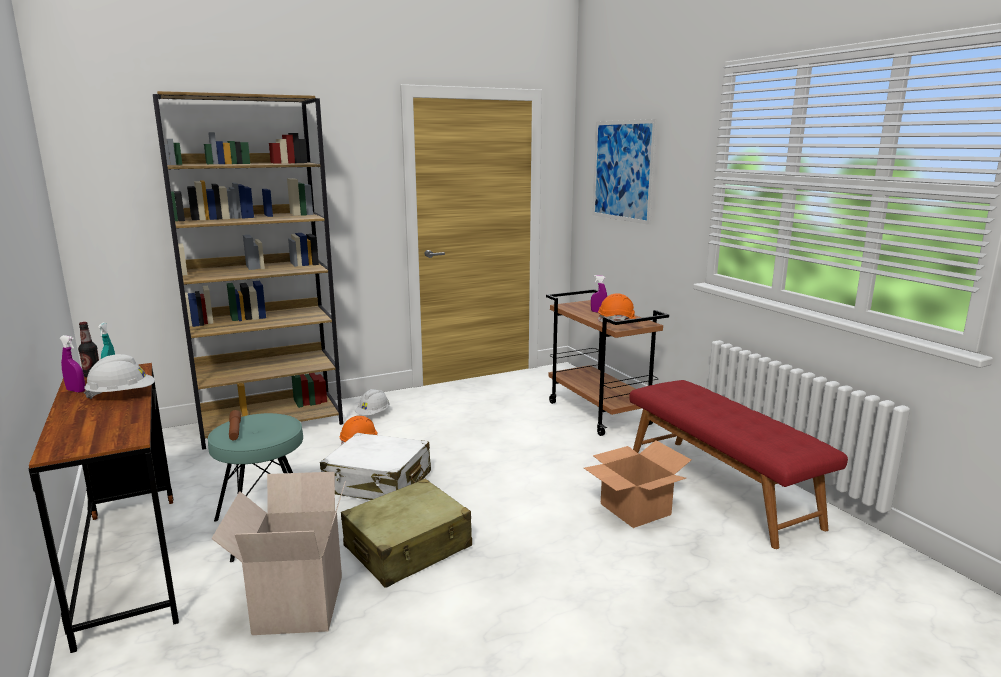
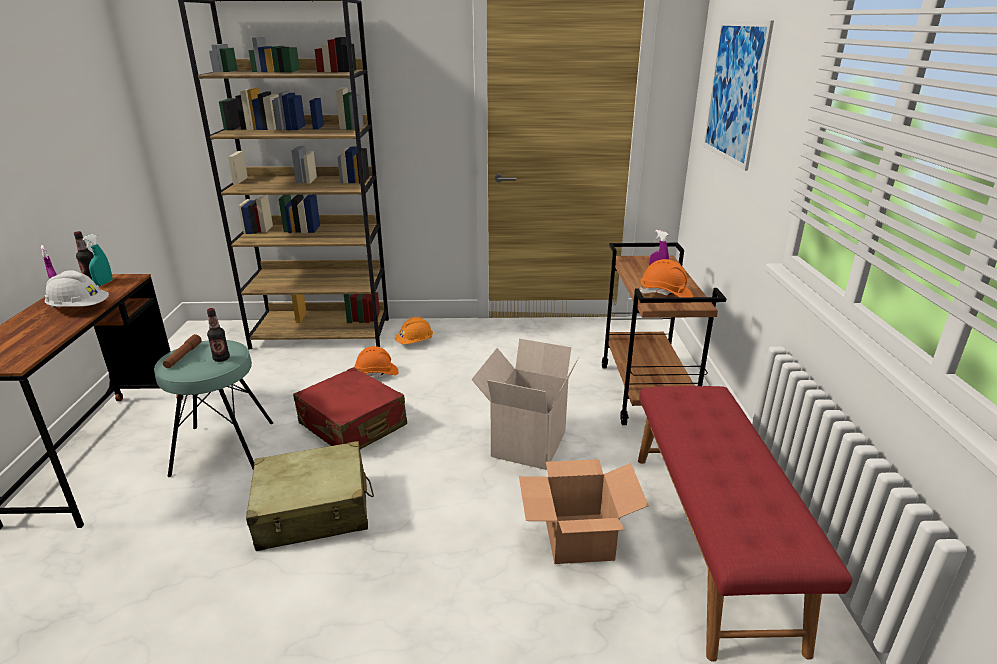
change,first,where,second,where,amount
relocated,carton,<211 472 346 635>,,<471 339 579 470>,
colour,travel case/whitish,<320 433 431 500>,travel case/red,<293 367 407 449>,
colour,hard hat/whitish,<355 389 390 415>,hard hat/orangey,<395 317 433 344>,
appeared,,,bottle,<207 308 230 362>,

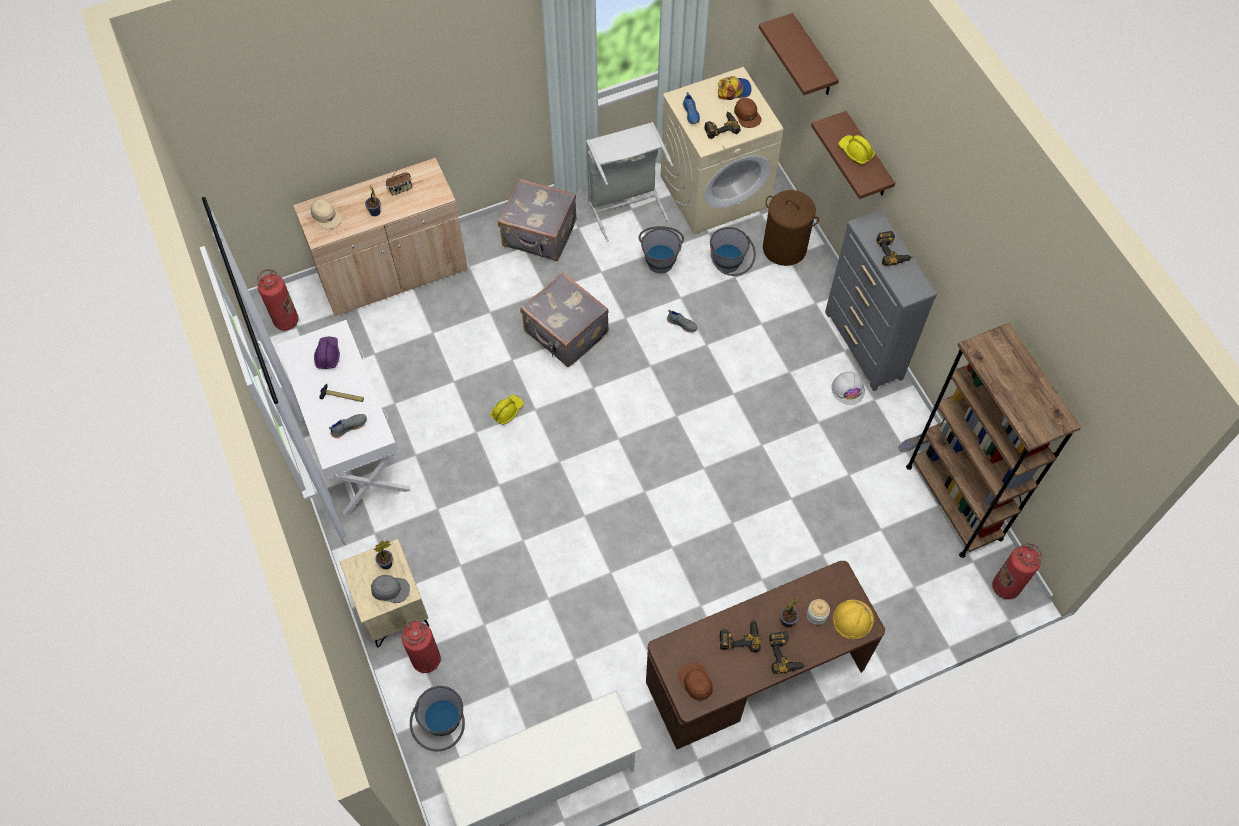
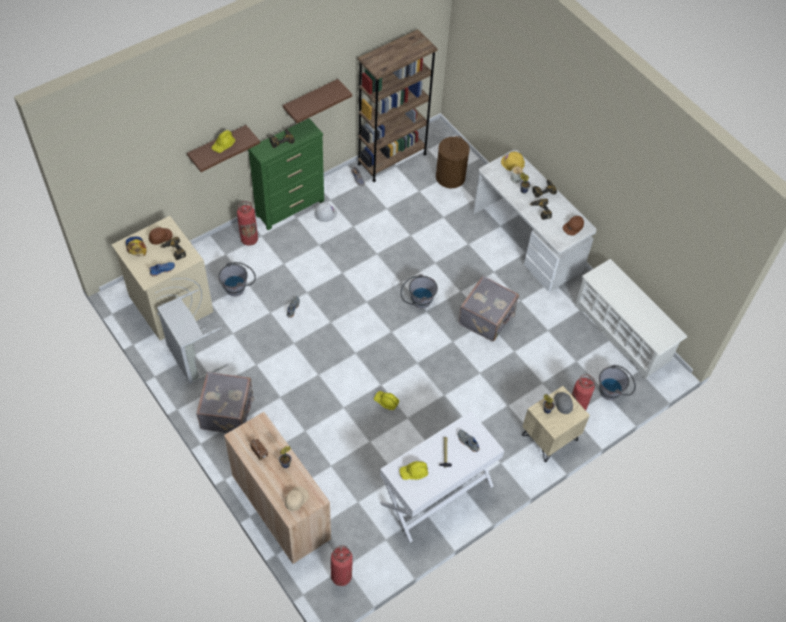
change,first,where,second,where,amount
colour,hard hat/purple,<314 337 340 369>,hard hat/yellow-coloured,<400 461 428 480>,
relocated,travel case/greyish,<520 272 609 367>,,<458 276 519 341>,
relocated,bucket/greyish,<639 226 684 274>,,<400 274 438 308>,
colour,desk table/brownish,<646 561 885 749>,desk table/whitish,<473 150 597 292>,
relocated,bracket shelf/brownish,<759 13 839 95>,,<283 79 352 123>,
relocated,washing basket/brownish,<763 190 819 266>,,<436 136 470 188>,
colour,chest of drawers/greyish,<825 210 937 391>,chest of drawers/green,<248 118 324 230>,
relocated,fire-fighting cylinder,<992 543 1042 600>,,<237 201 258 246>,

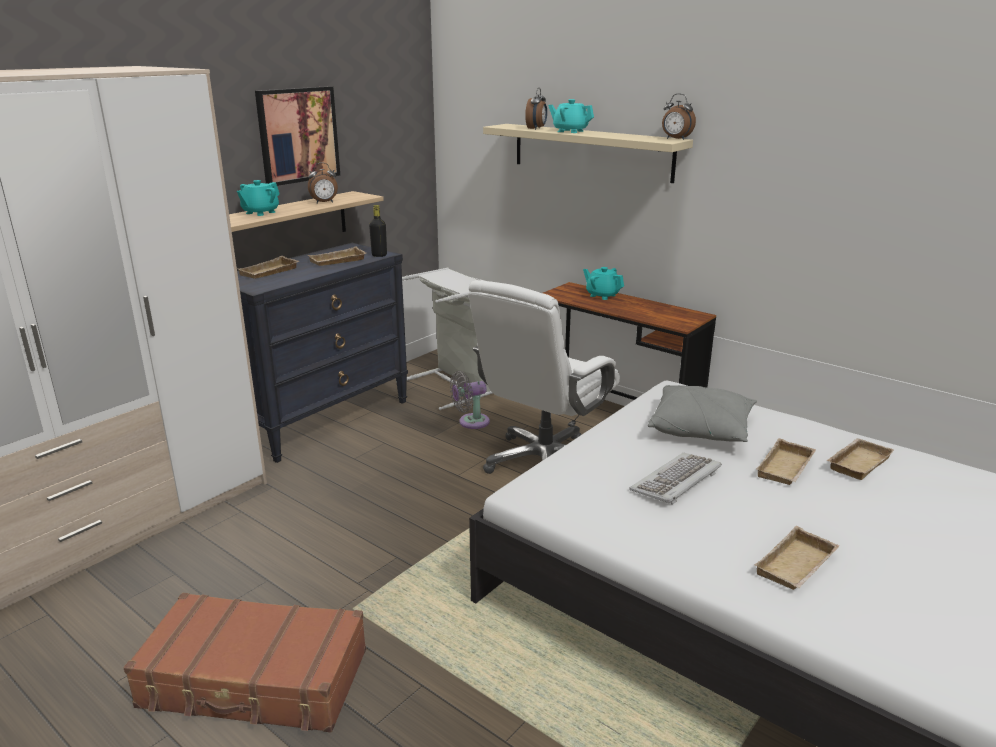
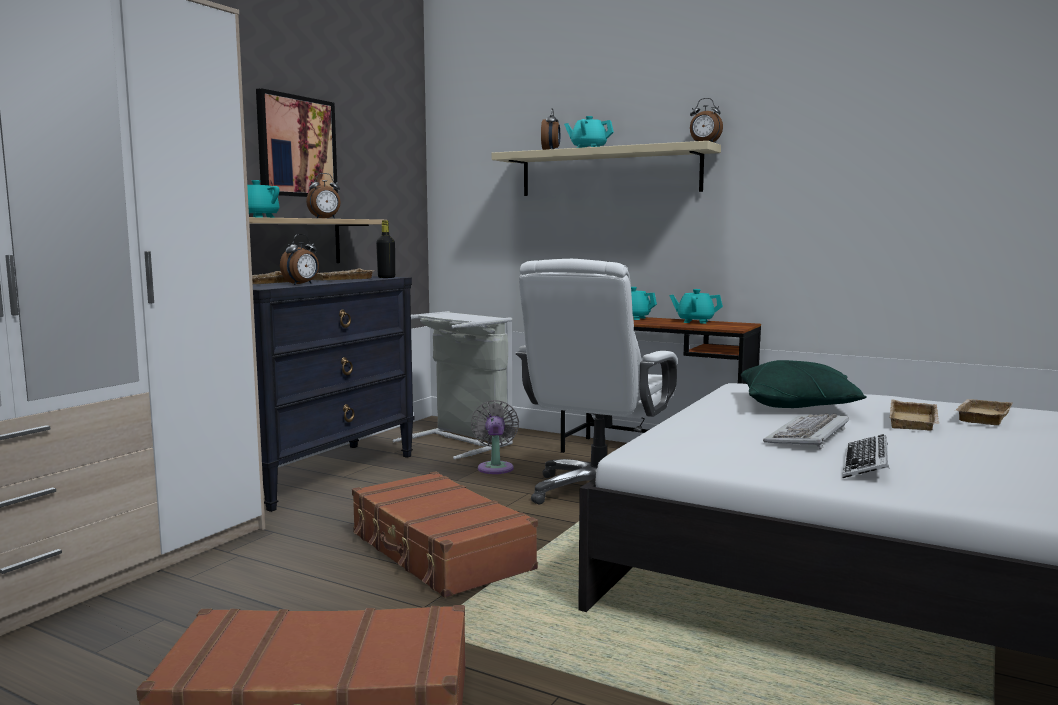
change,first,where,second,where,amount
spun,fan/greyish,<450 371 490 429>,,<471 400 519 474>,120 degrees clockwise
colour,pillow/greyish,<648 385 757 442>,pillow/green,<741 360 867 408>,
missing,tray/beige-coloured,<755 526 839 590>,,,
appeared,,,bedside clock,<280 234 319 285>,
appeared,,,travel case/brownish,<352 471 538 598>,
appeared,,,tea pot/turquoise,<669 289 723 323>,
appeared,,,PC keyboard,<842 434 890 478>,

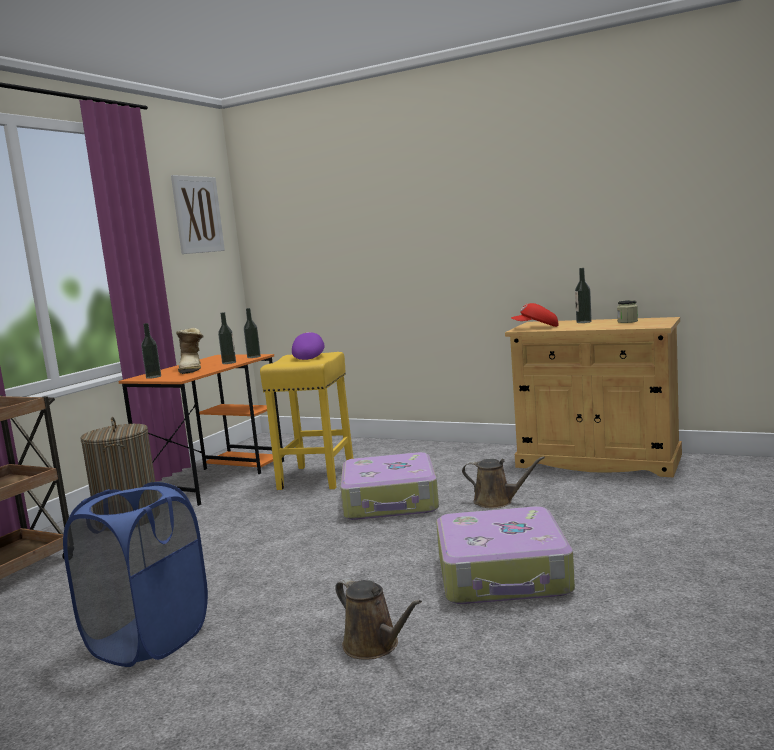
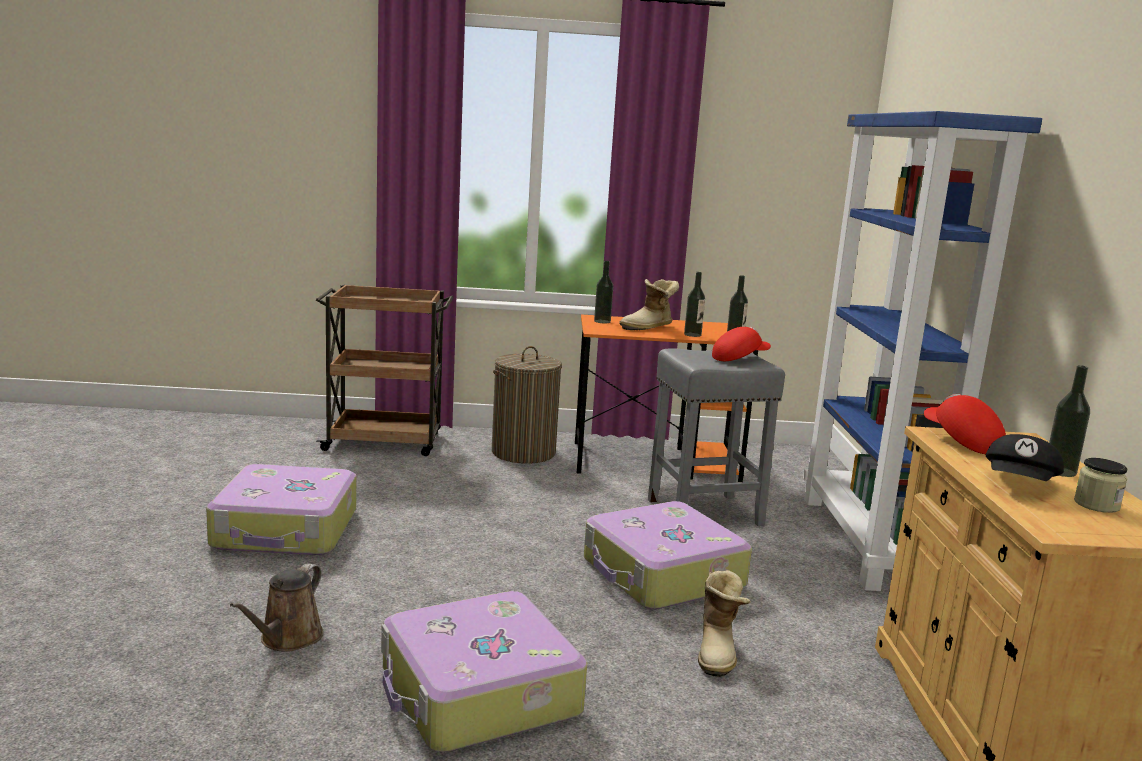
change,first,where,second,where,amount
exchanged,washing basket/blue-coloured,<63 482 208 667>,travel case,<206 464 356 555>,
missing,picture,<171 175 225 254>,,,
colour,stool/yellow-coloured,<260 352 353 490>,stool/greyish,<648 348 785 527>,
colour,peaked cap/purple,<292 332 325 360>,peaked cap/red,<712 327 771 361>,
exchanged,sprinkling can/brownish,<462 456 545 508>,tall boot,<698 570 751 677>,
appeared,,,shelving unit/blue-coloured,<803 111 1042 591>,
appeared,,,peaked cap/black-coloured,<986 434 1064 481>,

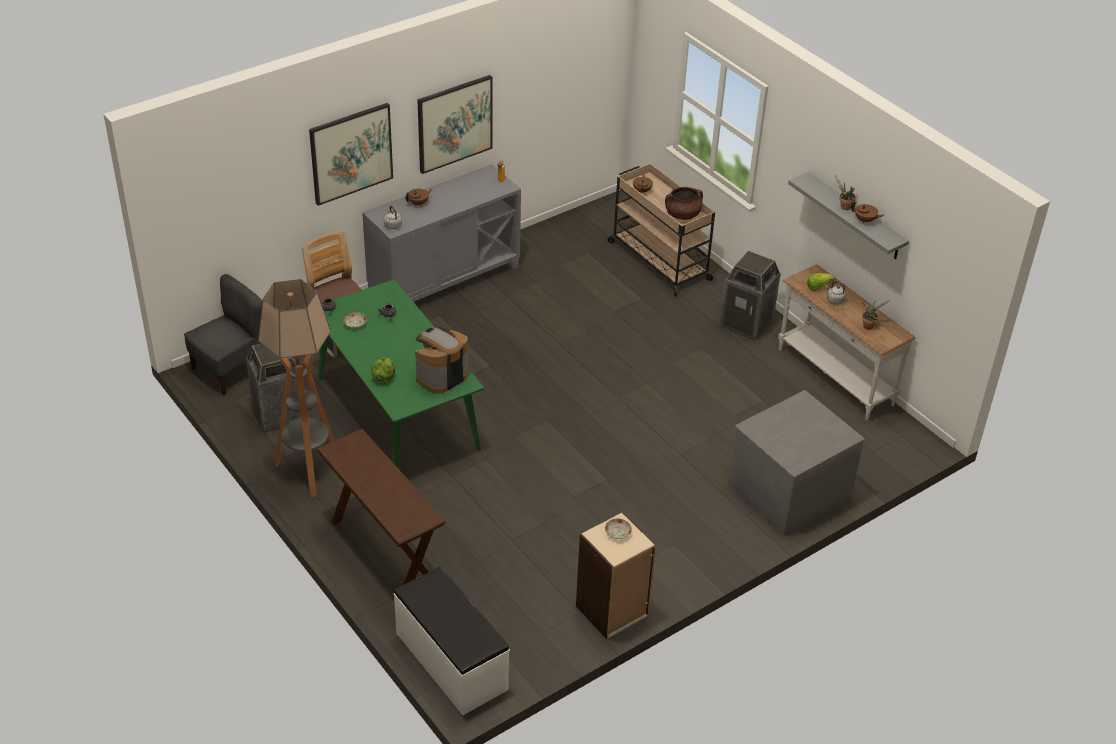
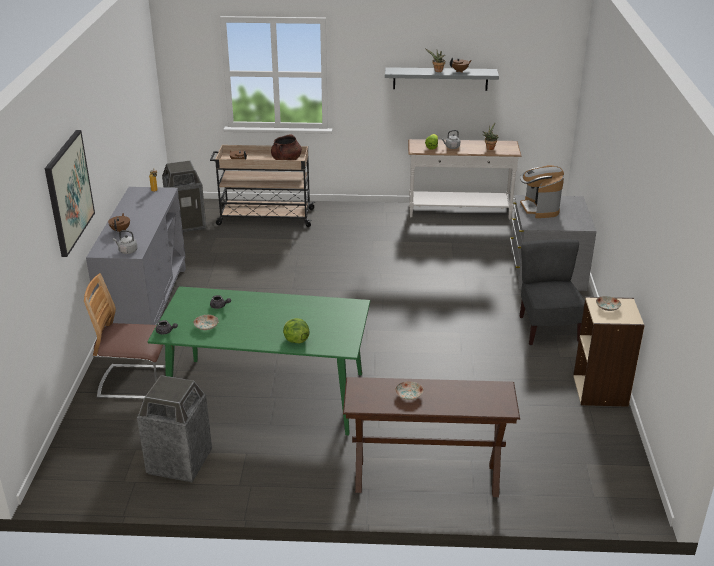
change,first,where,second,where,amount
relocated,plain chair/greyish,<184 274 263 395>,,<519 239 585 345>,
missing,standard lamp,<258 279 334 497>,,,
missing,indoor bench/whitish,<394 567 510 715>,,,
relocated,coffee machine,<415 327 468 394>,,<520 165 564 218>,
missing,picture,<417 75 493 174>,,,
relocated,trash can,<719 251 781 340>,,<162 160 206 232>,
appeared,,,flat dish,<395 381 423 400>,

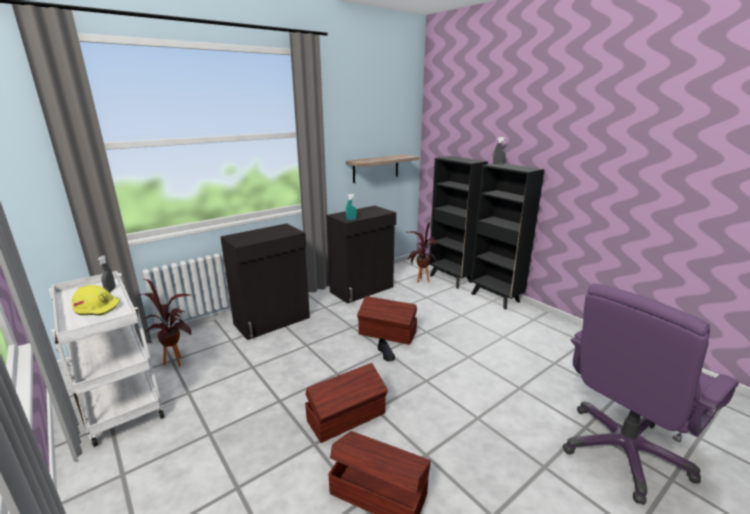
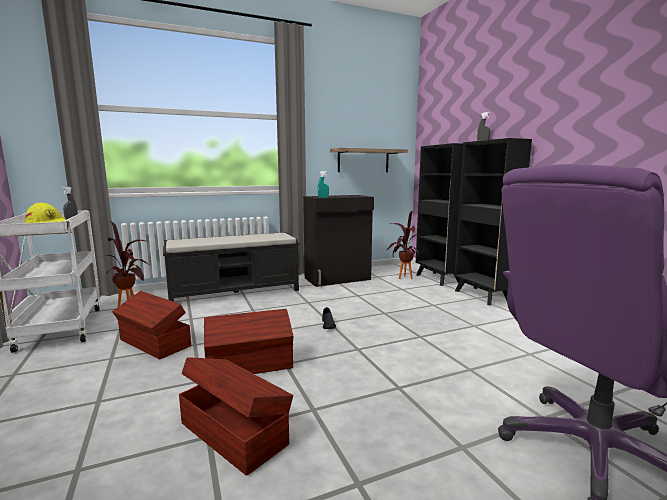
change,first,where,second,where,amount
exchanged,cupboard/black-coloured,<220 223 310 340>,indoor bench/black-coloured,<163 232 299 302>,
relocated,storage container/brownish,<357 296 417 345>,,<112 291 191 359>,

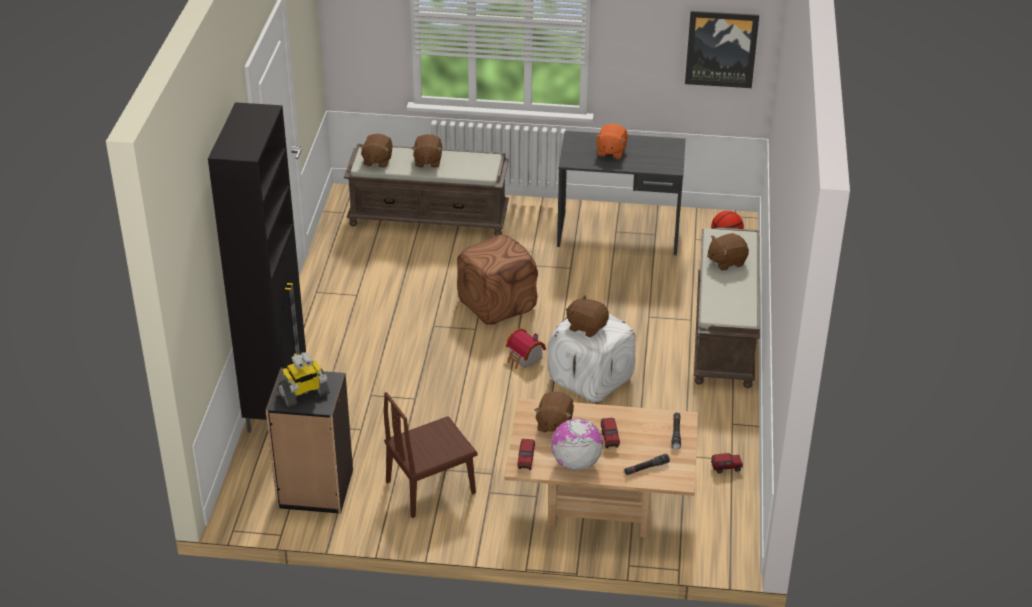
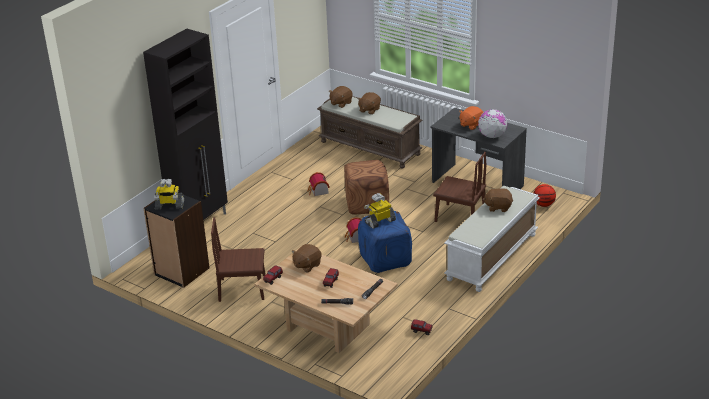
change,first,where,second,where,amount
colour,pouffe/whitish,<548 314 636 402>,pouffe/blue-coloured,<358 211 412 273>,
relocated,desk globe,<551 418 603 471>,,<478 109 507 138>,
exchanged,plush toy/brownish,<566 295 609 337>,model robot,<364 193 396 229>,
missing,picture,<685 11 759 88>,,,
colour,indoor bench/brownish,<694 227 760 388>,indoor bench/whitish,<444 186 540 292>,
appeared,,,toy house,<308 172 330 196>,
appeared,,,plain chair/brownish,<433 152 486 222>,

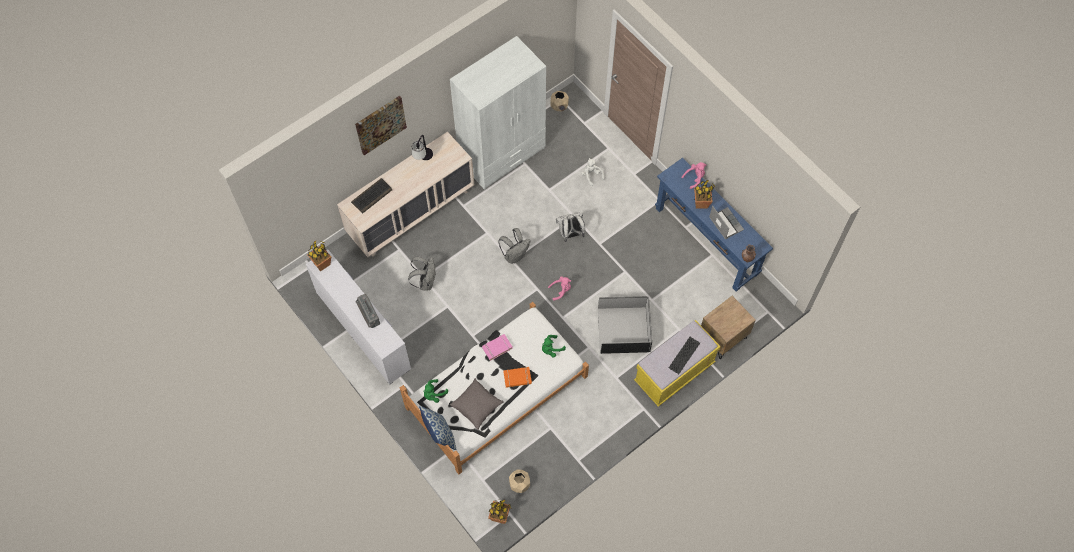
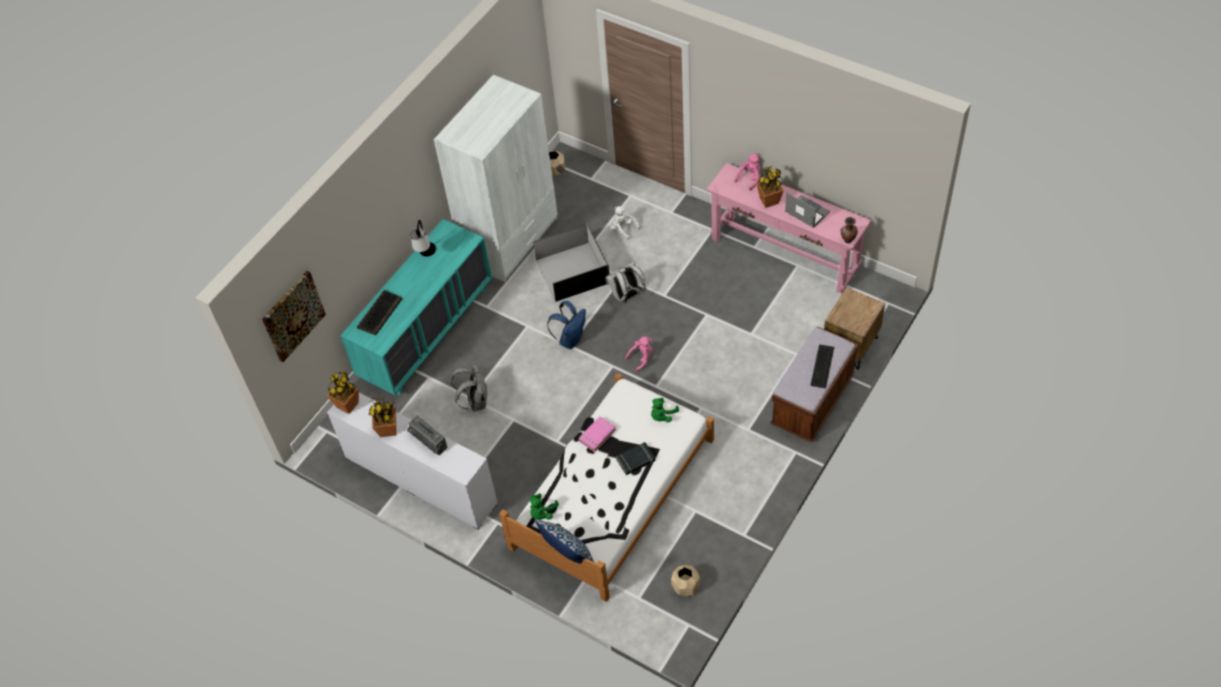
change,first,where,second,where,amount
colour,chest of drawers/beige-coloured,<337 132 474 257>,chest of drawers/turquoise,<340 219 492 395>,
relocated,picture,<355 96 407 155>,,<262 271 326 362>,
missing,pillow/greyish,<450 378 504 430>,,,
relocated,potted plant,<488 499 512 524>,,<369 396 396 437>,
colour,backpack/greyish,<498 228 531 264>,backpack/blue-coloured,<547 301 586 349>,
colour,book/orangey,<503 367 532 388>,book/black-coloured,<616 442 656 475>,
relocated,storage container/black-coloured,<598 296 652 354>,,<533 223 609 302>,
colour,indoor bench/yellow-coloured,<634 320 721 407>,indoor bench/brownish,<770 326 859 443>,
colour,hall table/blue-coloured,<655 158 773 292>,hall table/pinkish,<706 162 871 294>,

